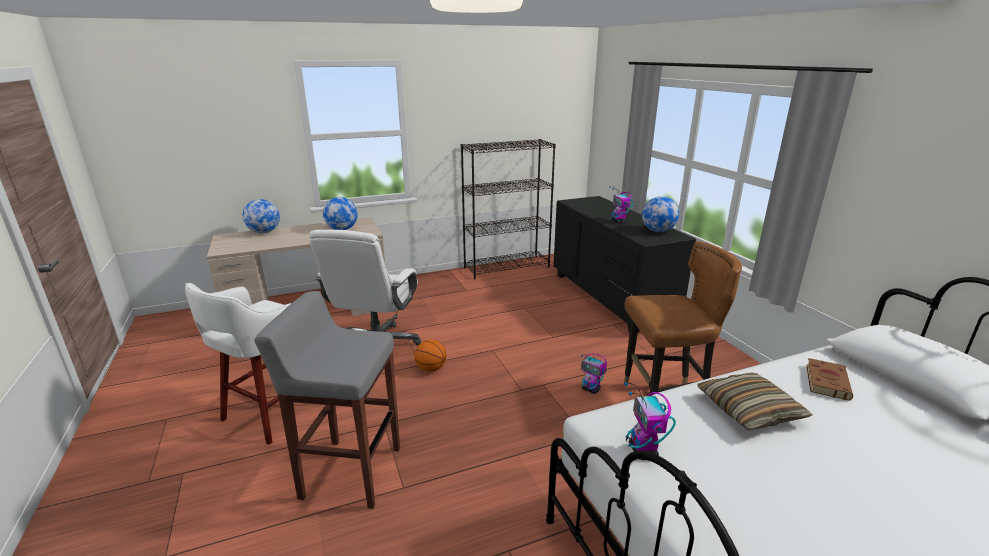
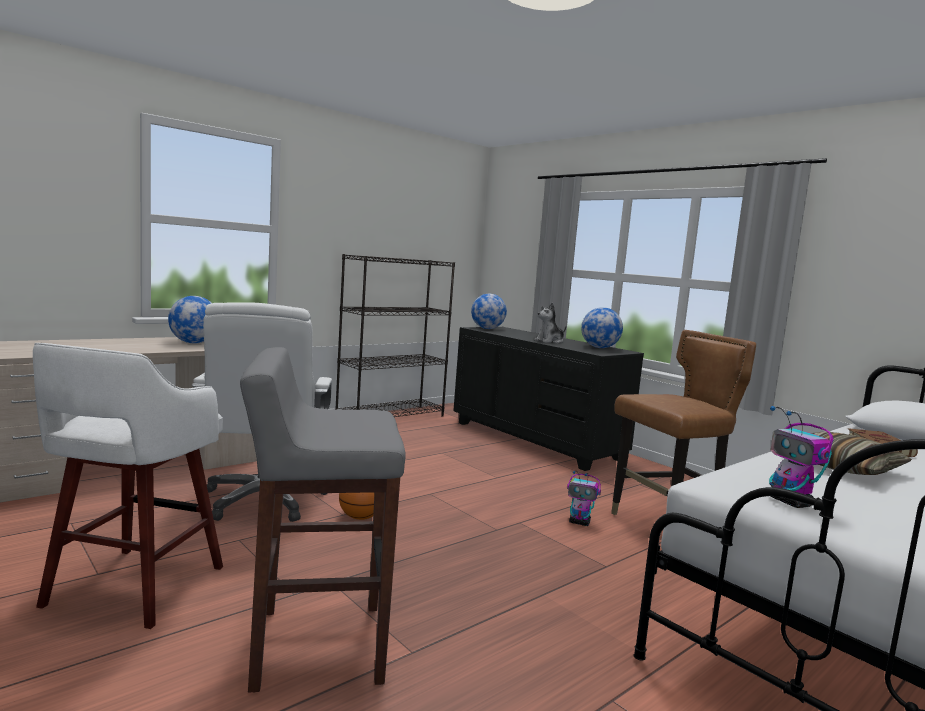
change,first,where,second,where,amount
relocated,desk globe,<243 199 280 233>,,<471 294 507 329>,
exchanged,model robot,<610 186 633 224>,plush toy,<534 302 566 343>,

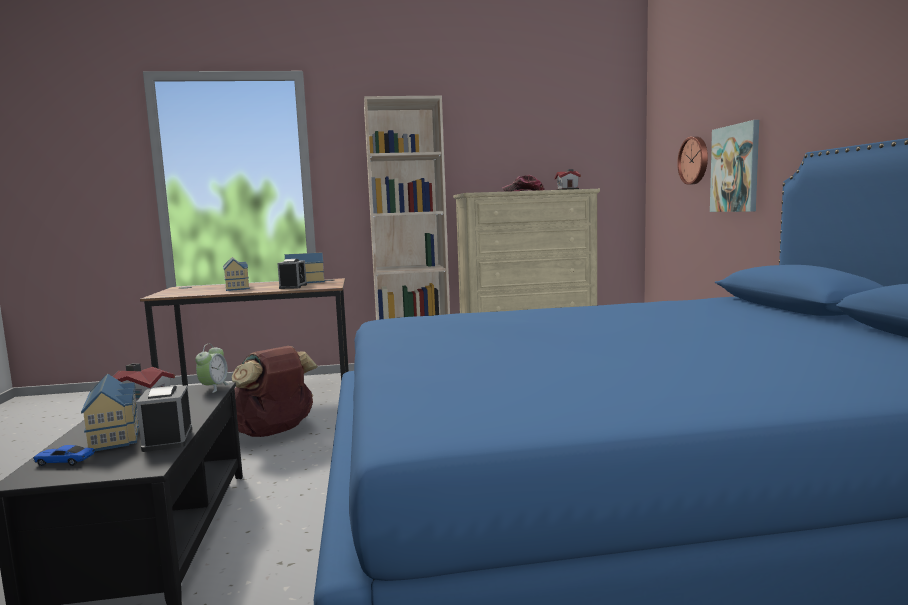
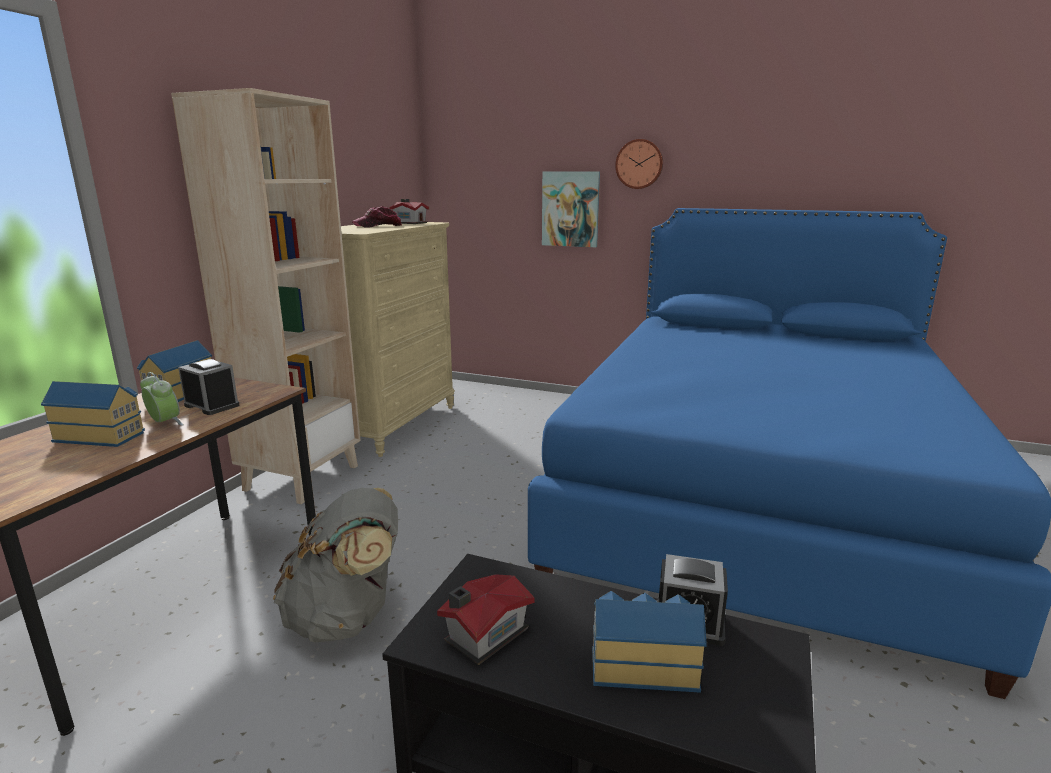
change,first,where,second,where,amount
missing,miniature car,<33 445 95 466>,,,
relocated,bedside clock,<195 344 230 393>,,<140 372 184 426>,
colour,backpack/brownish,<232 346 318 437>,backpack/greyish,<273 488 398 642>,
relocated,hanging clock,<677 137 708 185>,,<615 139 663 189>,

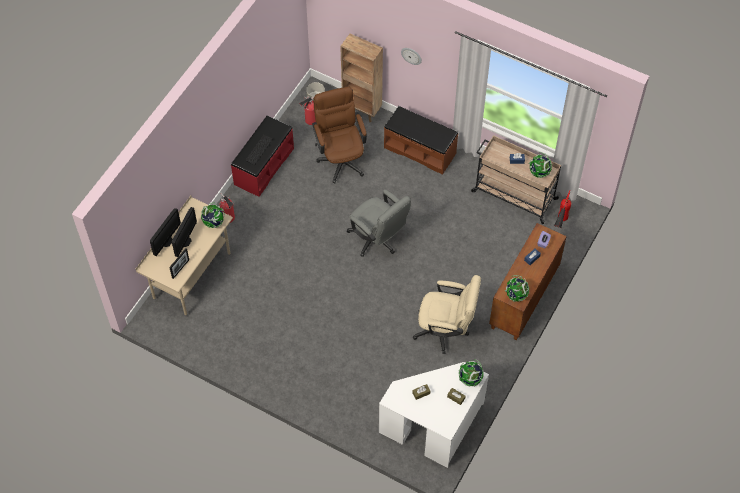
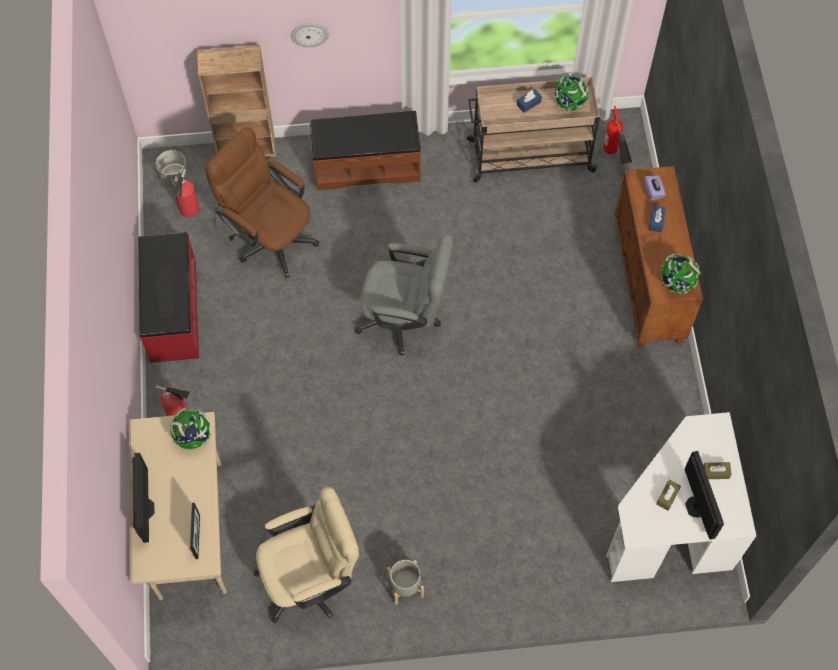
change,first,where,second,where,amount
relocated,monitor,<172 207 197 257>,,<684 451 724 540>,
relocated,desk chair/beige-coloured,<413 275 481 354>,,<254 487 359 623>,
missing,desk globe,<459 359 484 387>,,,
appeared,,,plant pot/greyish,<387 560 424 605>,

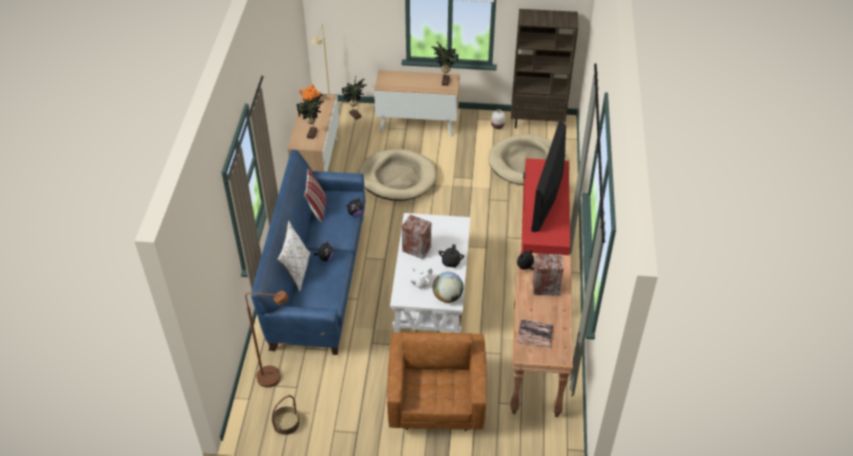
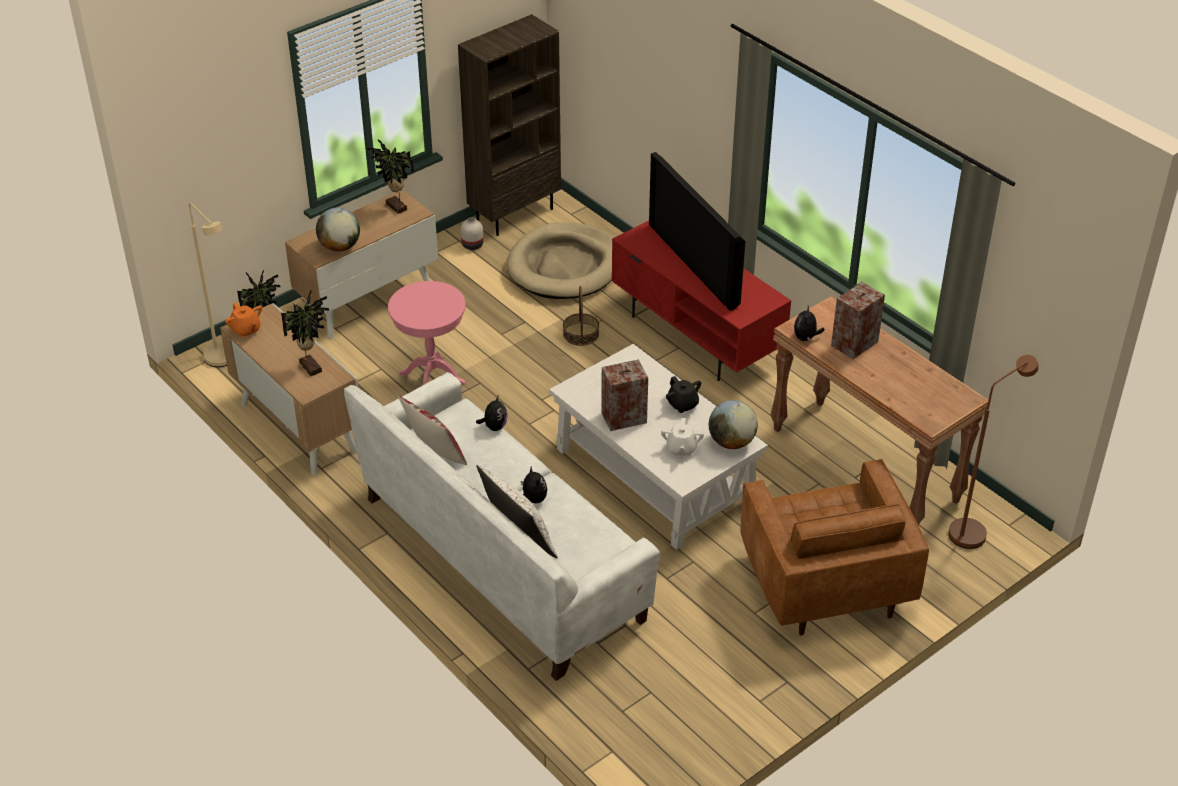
change,first,where,second,where,amount
relocated,standard lamp/brownish,<245 291 288 387>,,<948 355 1039 549>,
colour,couch/blue-coloured,<251 150 366 355>,couch/whitish,<344 372 660 681>,
relocated,household basket,<272 395 300 435>,,<563 286 599 346>,
exchanged,dog bed/beige-coloured,<358 149 436 201>,side table/pinkish,<388 281 466 385>,
spun,easy chair/brownish,<387 332 487 431>,,<740 459 929 636>,150 degrees counterclockwise
missing,book,<517 320 554 348>,,,
appeared,,,desk globe,<316 208 360 252>,

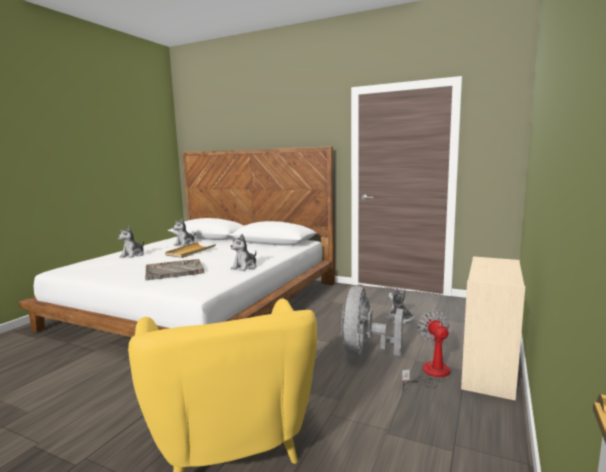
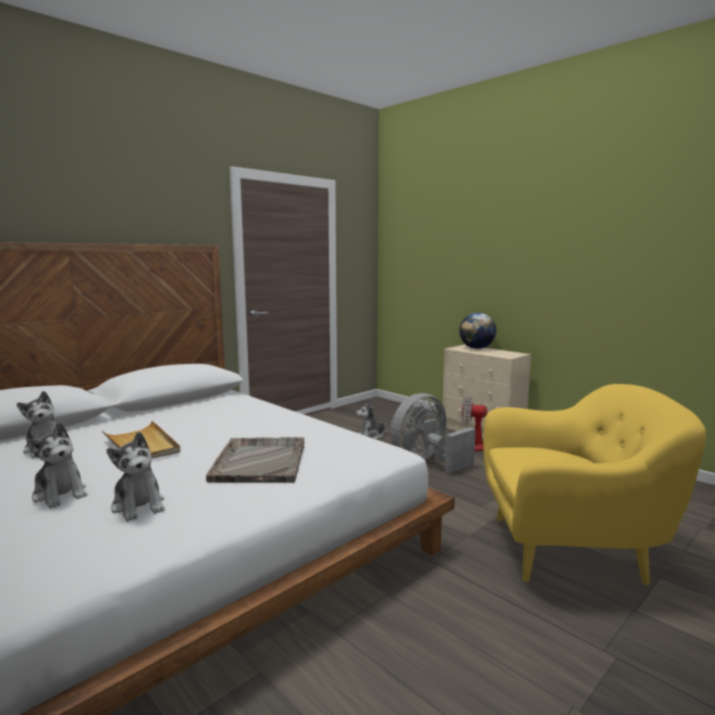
change,first,where,second,where,amount
relocated,plush toy,<231 234 257 271>,,<106 432 165 521>,
spun,fan/greyish,<341 286 403 356>,,<390 393 476 473>,105 degrees clockwise
appeared,,,desk globe,<459 313 497 349>,

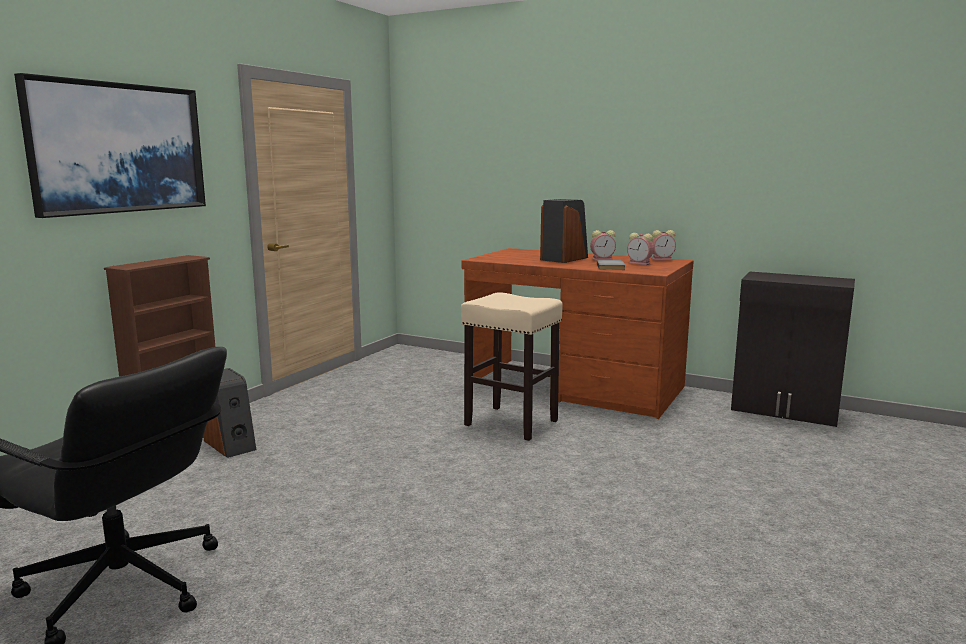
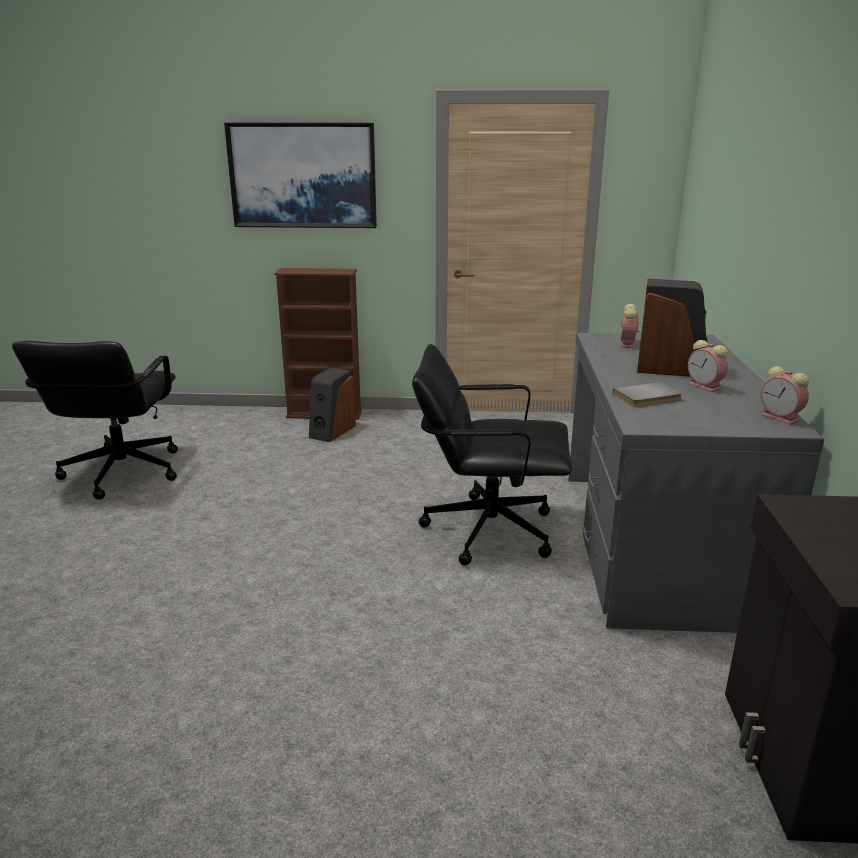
change,first,where,second,where,amount
colour,desk table/brownish,<461 248 694 419>,desk table/greyish,<568 333 824 633>,
exchanged,stool/beige-coloured,<461 292 563 441>,desk chair/black-coloured,<412 344 572 565>,
relocated,bedside clock,<627 233 654 265>,,<621 304 641 348>,

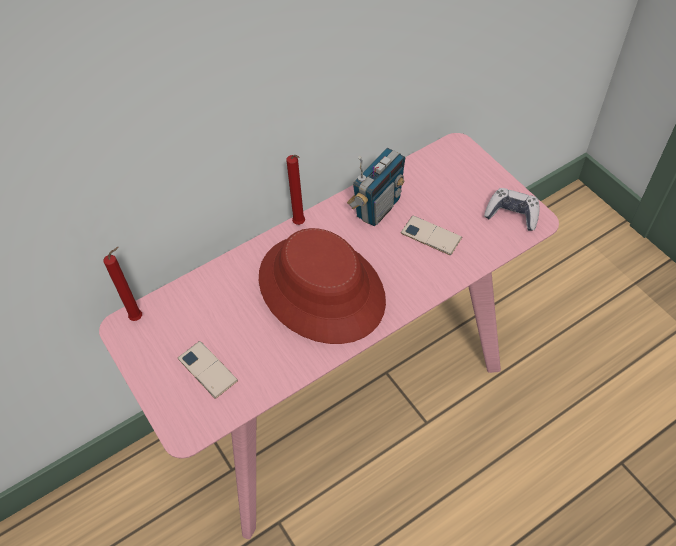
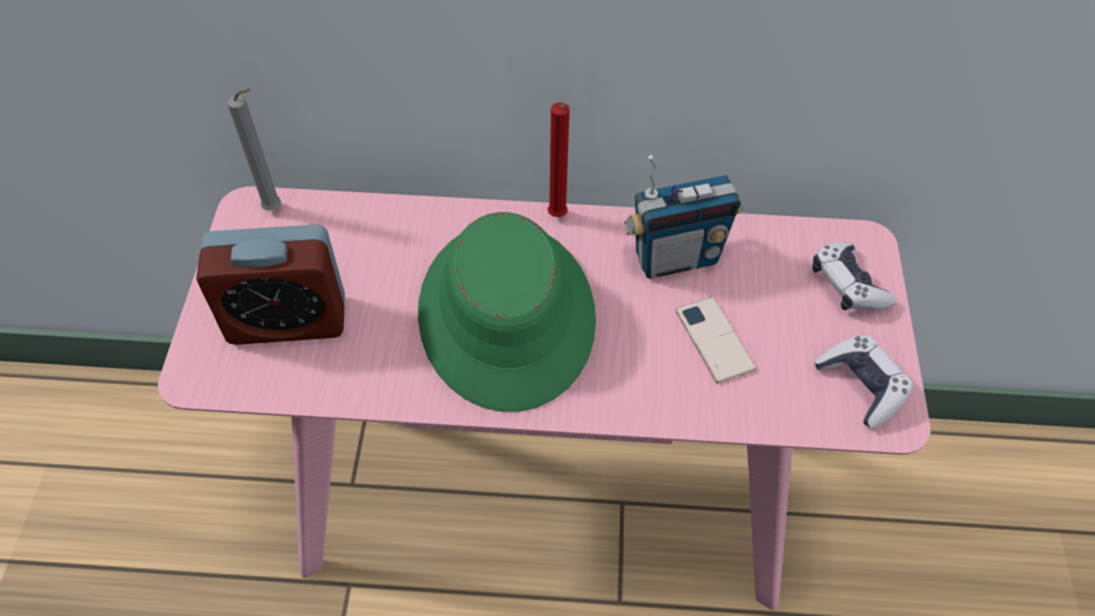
change,first,where,second,where,amount
colour,wax light/red,<103 247 142 321>,wax light/greyish,<227 89 281 210>,
exchanged,telephone,<178 341 238 399>,bedside clock,<196 224 345 345>,
colour,clothing hat/red,<259 228 386 344>,clothing hat/green,<418 212 596 412>,
appeared,,,gamepad,<813 242 896 310>,

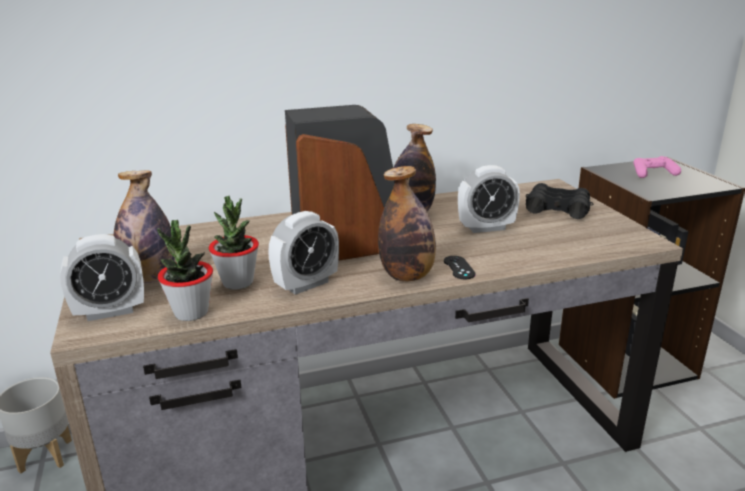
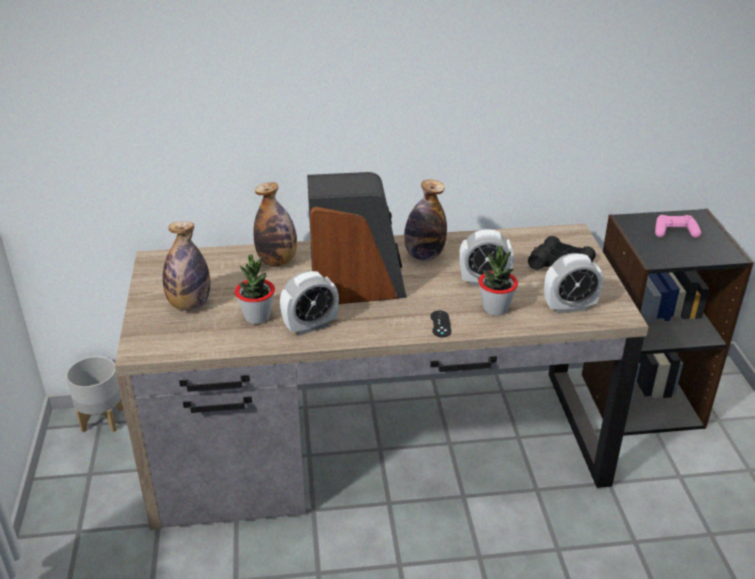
change,first,where,second,where,amount
relocated,bedside clock,<60 234 144 321>,,<544 253 603 314>,
relocated,potted plant,<157 220 213 321>,,<479 246 518 316>,
relocated,bottle,<378 166 436 281>,,<253 182 297 266>,

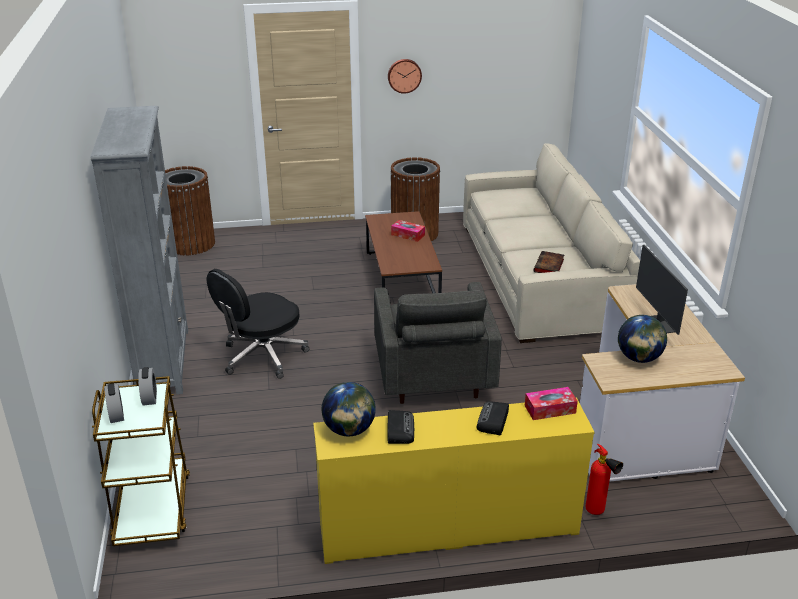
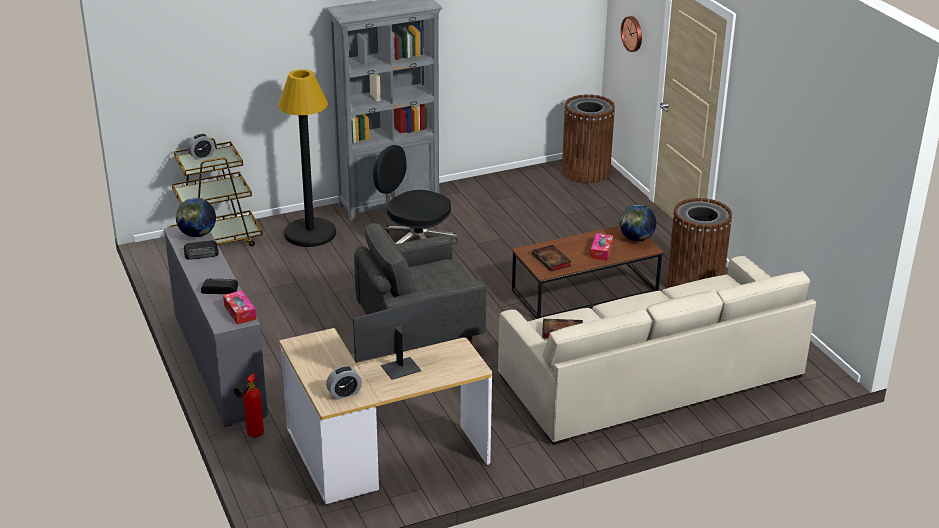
change,first,where,second,where,amount
relocated,bedside clock,<138 367 157 406>,,<326 366 362 400>,
colour,chest of drawers/yellow-coloured,<313 398 595 564>,chest of drawers/greyish,<164 226 268 427>,
relocated,hanging clock,<388 59 422 94>,,<621 16 642 52>,
relocated,desk globe,<618 315 667 363>,,<619 205 656 241>,
appeared,,,standard lamp/black-coloured,<278 69 336 247>,
appeared,,,book,<532 245 572 271>,

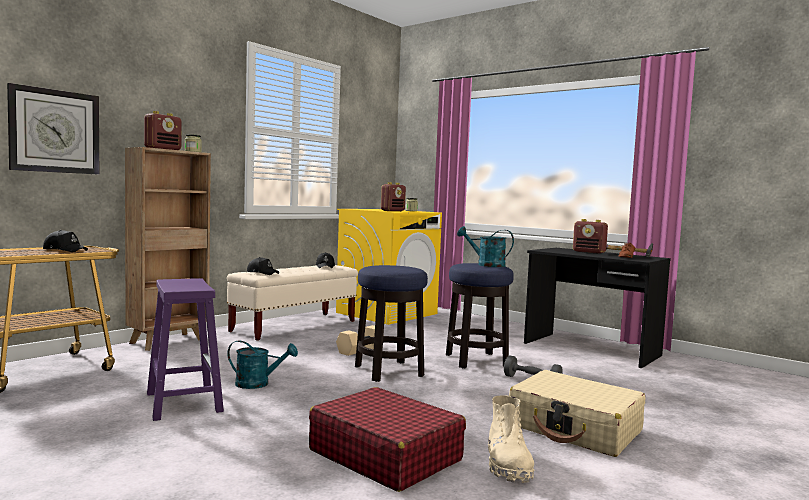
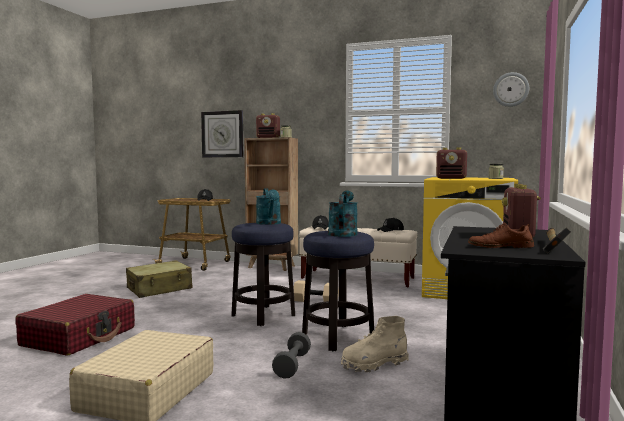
change,first,where,second,where,amount
exchanged,stool/purple,<147 278 224 421>,travel case/beige-coloured,<126 260 192 298>,
relocated,sprinkling can/turquoise,<227 340 298 389>,,<256 188 281 225>,
relocated,tall boot/beige-coloured,<488 395 534 483>,,<341 316 409 372>,
appeared,,,hanging clock,<493 72 529 107>,

